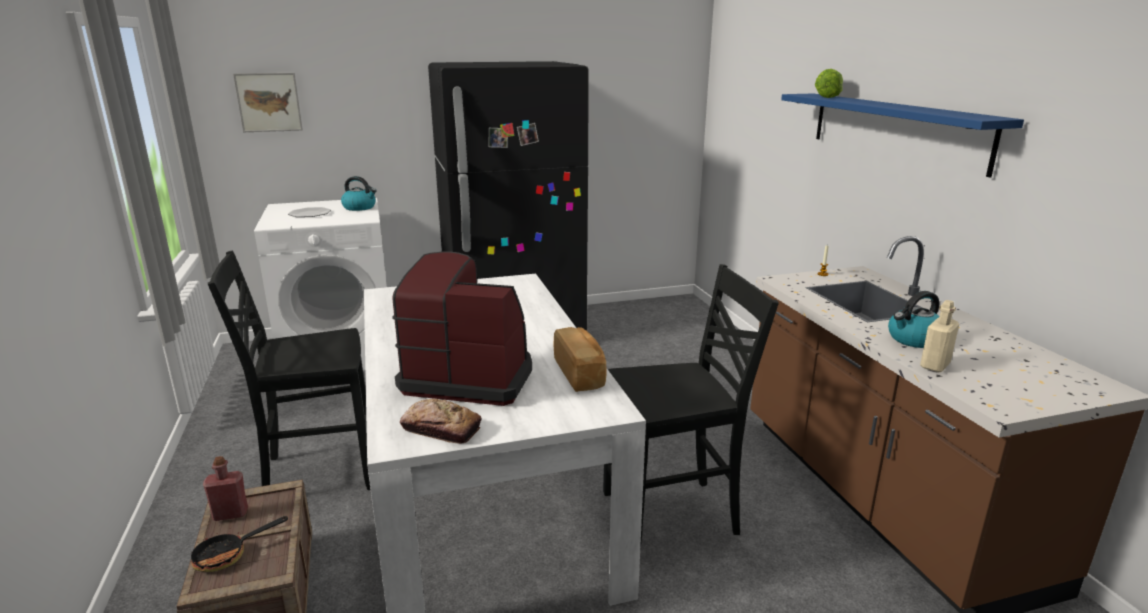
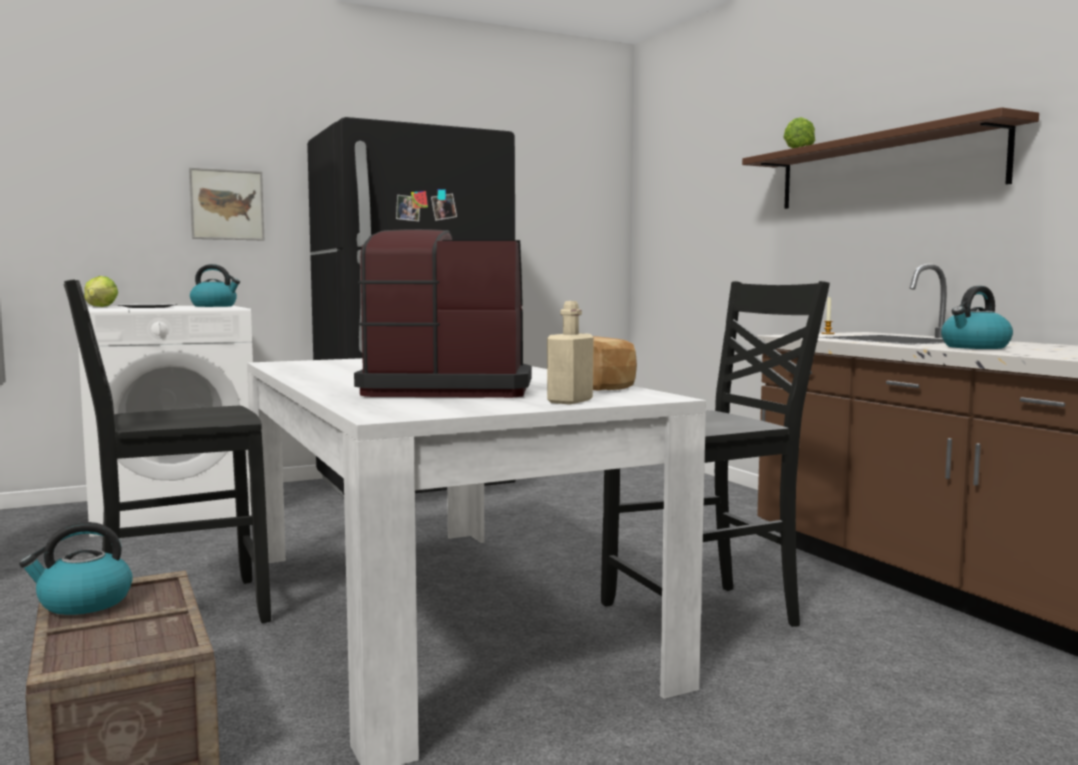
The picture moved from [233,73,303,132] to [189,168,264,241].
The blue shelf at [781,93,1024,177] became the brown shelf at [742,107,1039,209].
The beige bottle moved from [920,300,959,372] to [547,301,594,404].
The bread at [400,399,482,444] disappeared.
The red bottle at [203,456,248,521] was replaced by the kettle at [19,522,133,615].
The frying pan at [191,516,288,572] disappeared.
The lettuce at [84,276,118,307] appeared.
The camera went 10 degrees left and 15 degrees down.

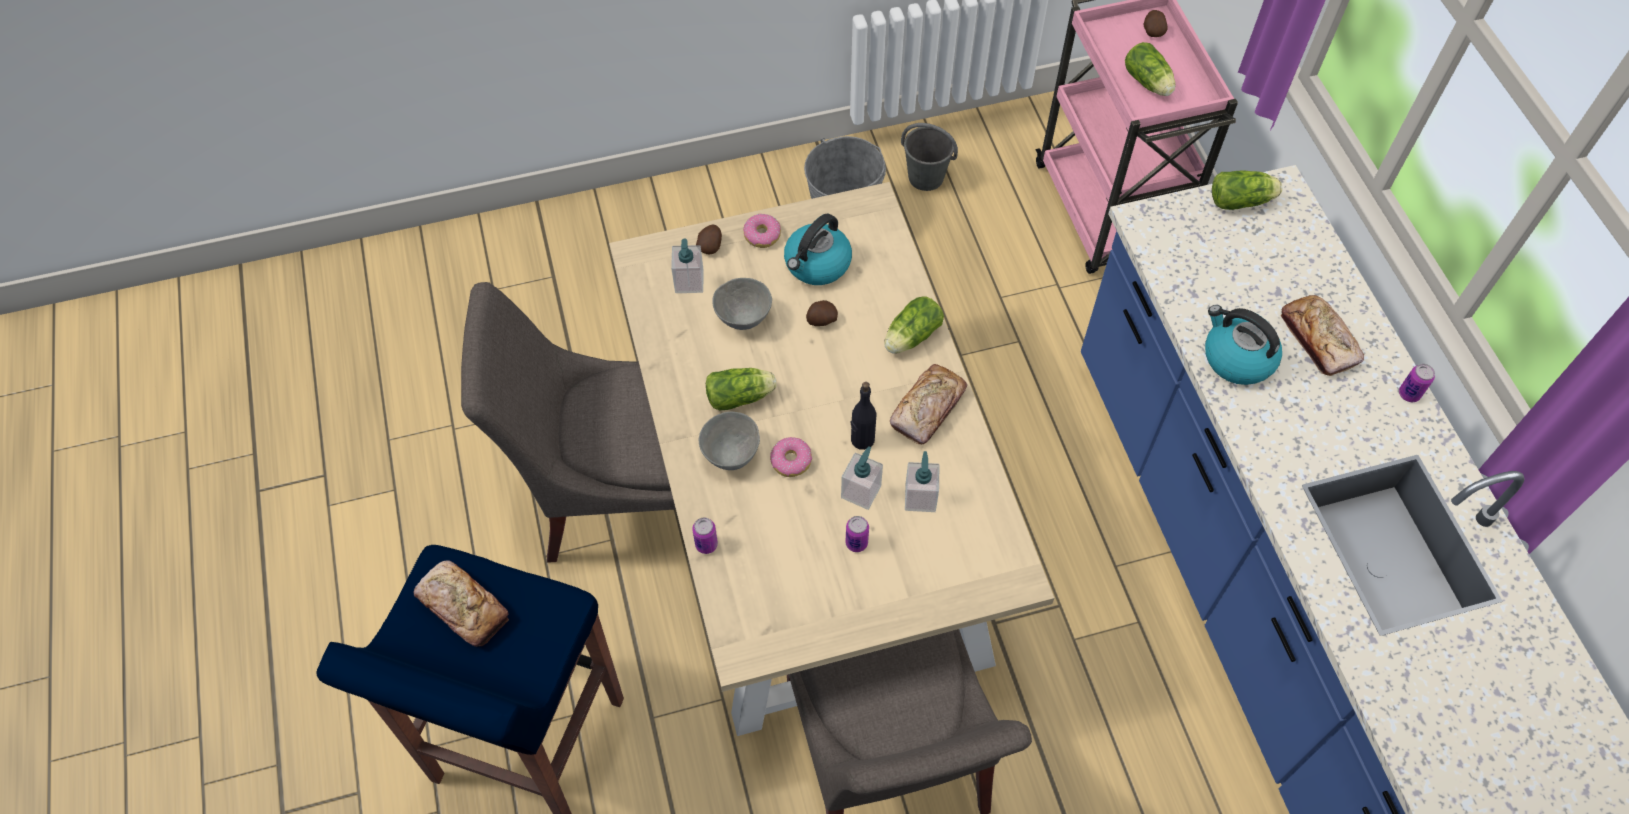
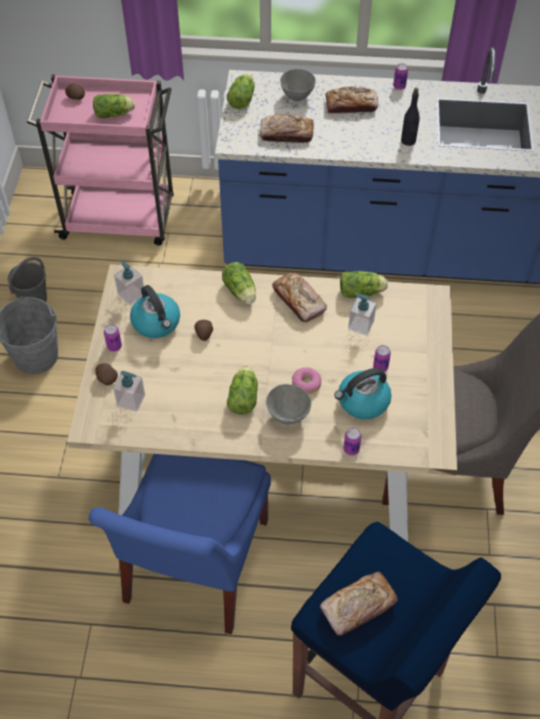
The donut at [743,214,781,248] was replaced by the can at [104,324,122,352].
The grey bowl moved from [712,278,772,330] to [280,69,316,101].
The grey chair at [461,282,676,563] became the blue chair at [88,454,271,634].
The kettle moved from [1205,305,1282,385] to [334,368,391,419].
The black bottle moved from [851,382,877,450] to [401,88,420,146].
The soap dispenser moved from [841,446,883,510] to [114,259,144,305].
The bread at [260,114,314,143] appeared.
The lettuce at [340,271,388,298] appeared.
The camera went 70 degrees left and 5 degrees down.

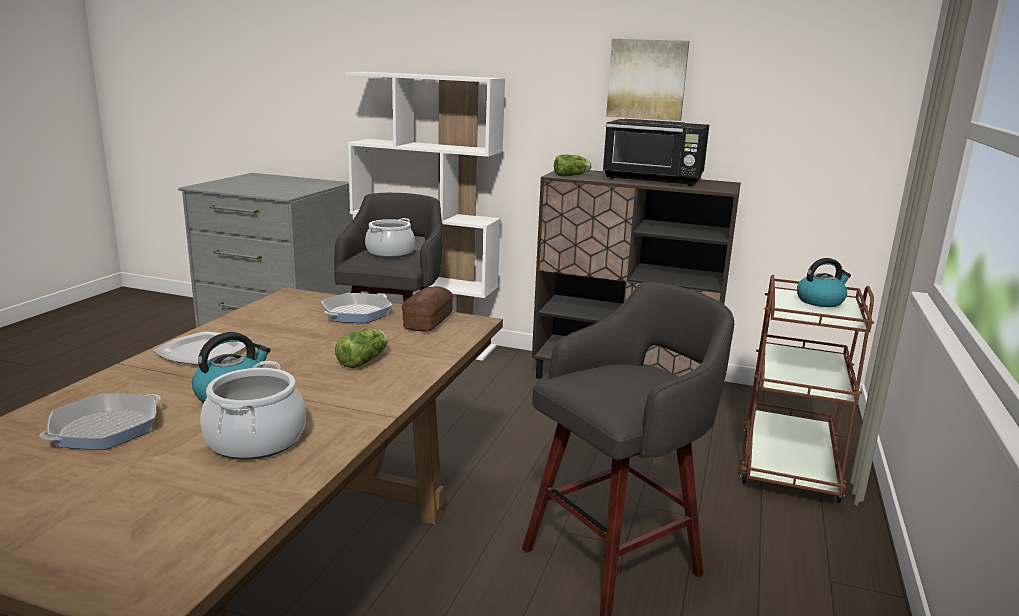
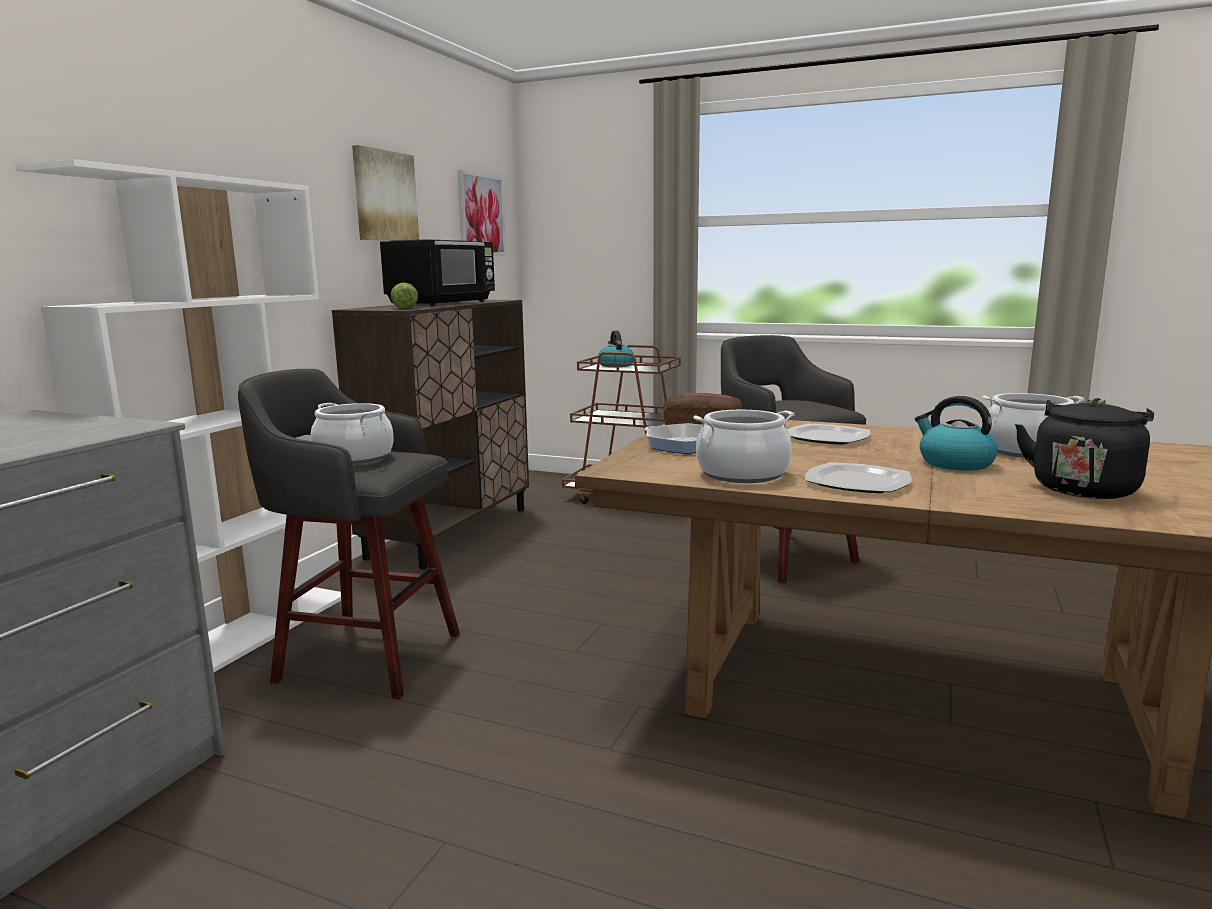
The lettuce at [335,329,388,368] was replaced by the plate at [787,424,870,445].
The frying pan at [39,393,160,450] was replaced by the black kettle at [1015,398,1154,499].
The picture at [457,170,506,256] appeared.
The cooking pot at [693,410,794,483] appeared.
The camera went 85 degrees left and 5 degrees down.

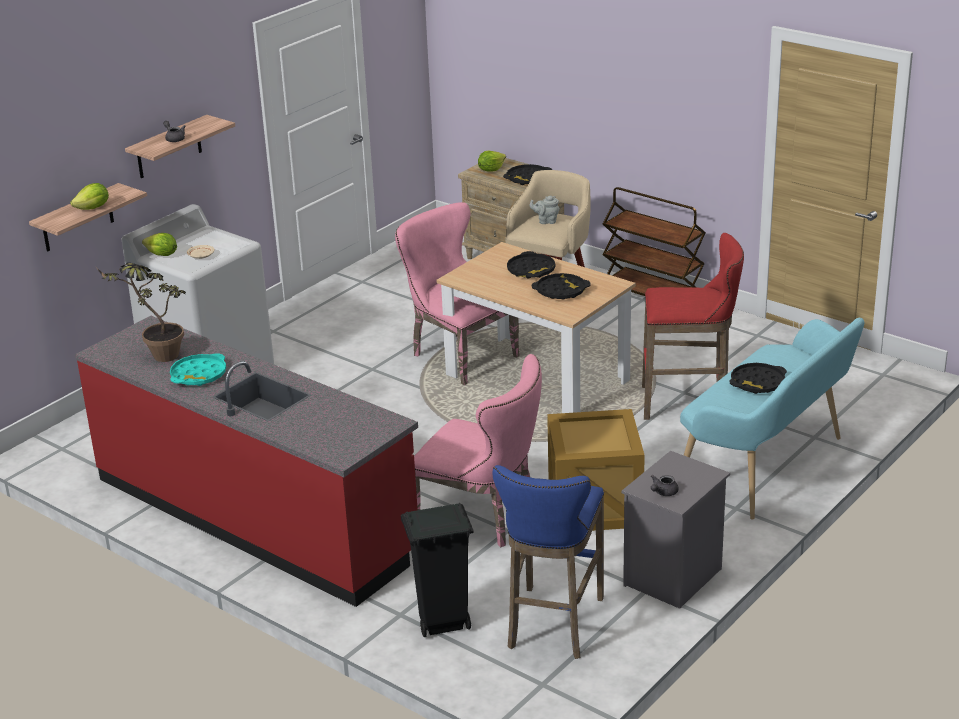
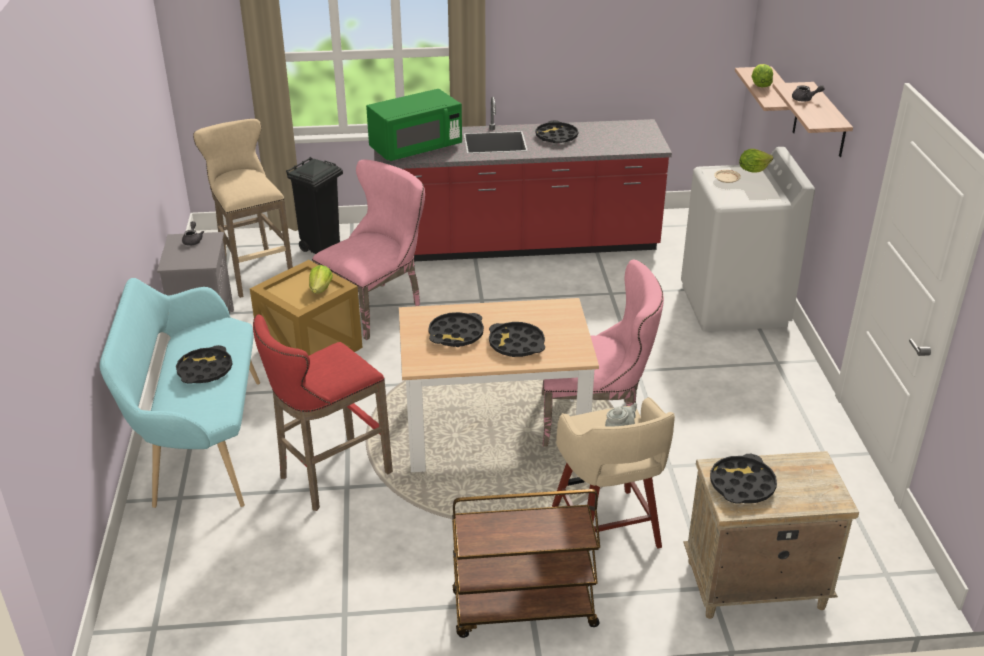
The lettuce moved from [478,151,506,172] to [309,265,333,294].
The potted plant at [96,263,186,362] disappeared.
The turquoise tray at [170,353,226,386] became the black tray at [535,120,578,143].
The pink chair at [414,354,542,547] turned 150 degrees clockwise.
The blue stool at [493,465,604,659] became the beige stool at [193,119,293,298].
The green microwave at [366,89,462,161] appeared.
The camera went 135 degrees right and 5 degrees up.

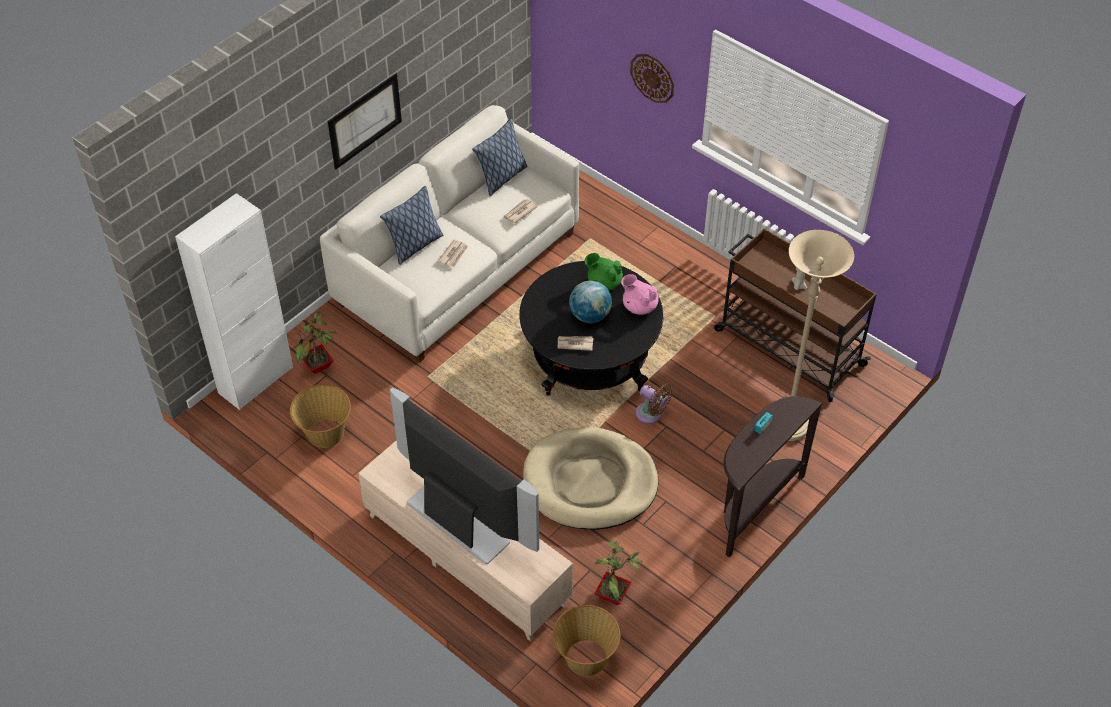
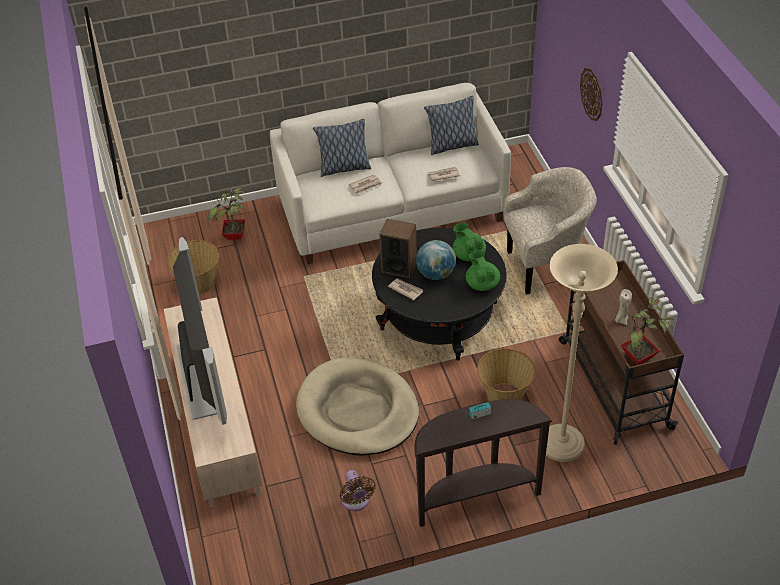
The picture at [328,73,402,169] disappeared.
The white cabinet at [175,193,293,410] disappeared.
The pink teapot at [621,274,659,315] became the green teapot at [466,250,500,291].
The brown fan moved from [636,383,673,424] to [339,470,376,511].
The potted plant moved from [594,539,643,605] to [621,297,674,365].
The basket moved from [553,605,621,676] to [477,348,535,401].
The beige armchair at [503,167,597,295] appeared.
The speaker at [379,219,417,278] appeared.
The camera went 35 degrees right and 5 degrees down.

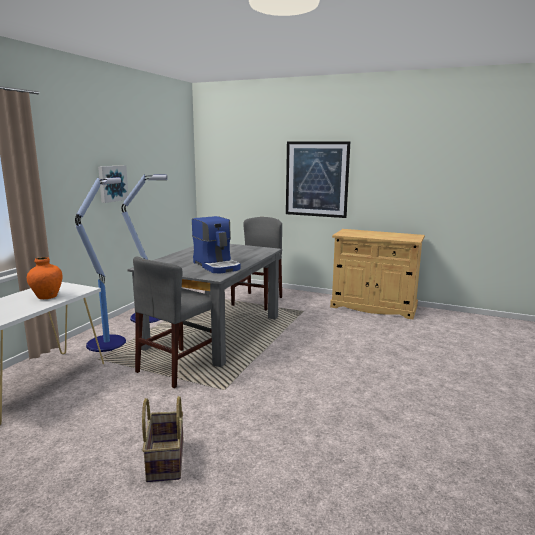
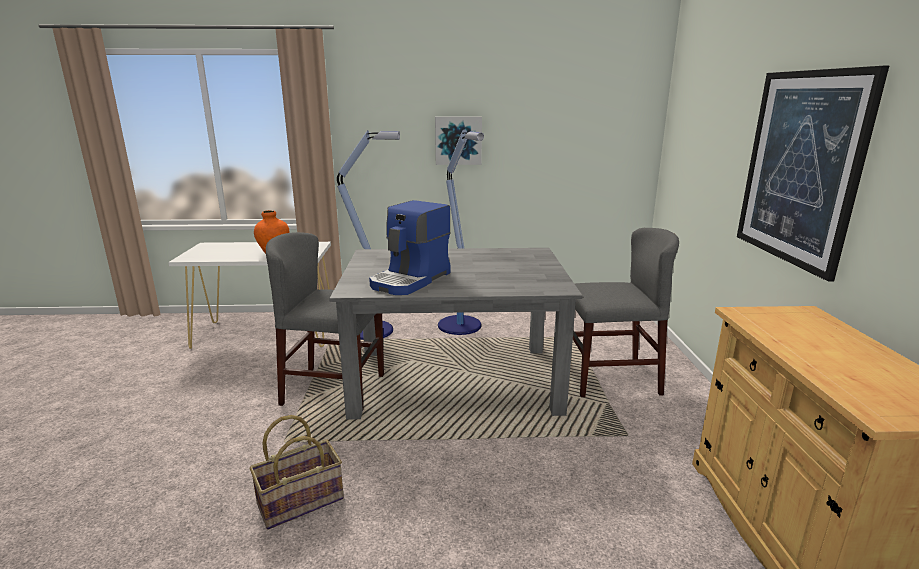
The basket moved from [142,396,184,482] to [250,415,344,530].
The camera went 65 degrees right and 5 degrees up.

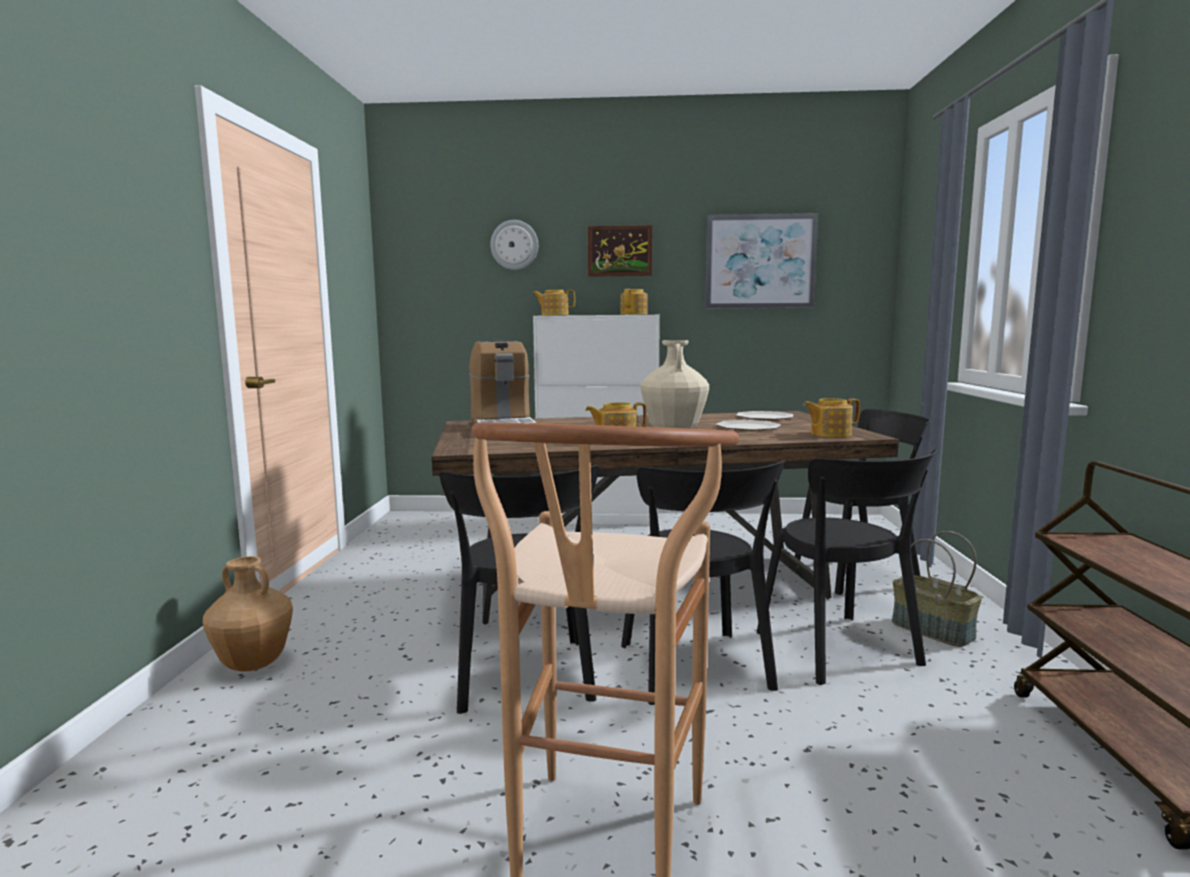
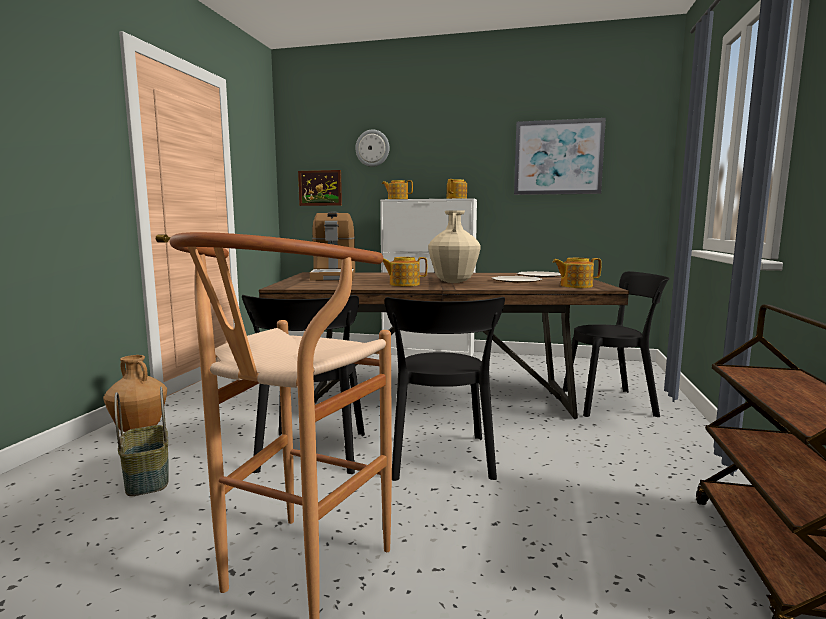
The picture moved from [588,225,652,277] to [298,170,342,206].
The black chair at [757,449,937,685] disappeared.
The basket moved from [892,531,982,647] to [114,386,169,496].
The camera went 10 degrees right and 0 degrees up.

